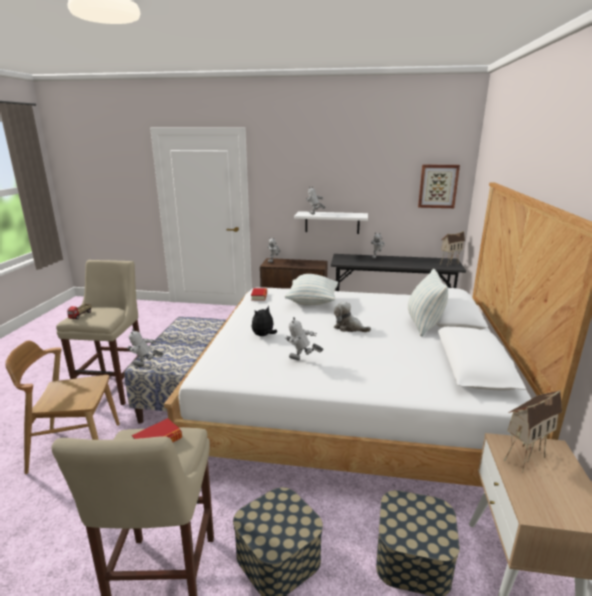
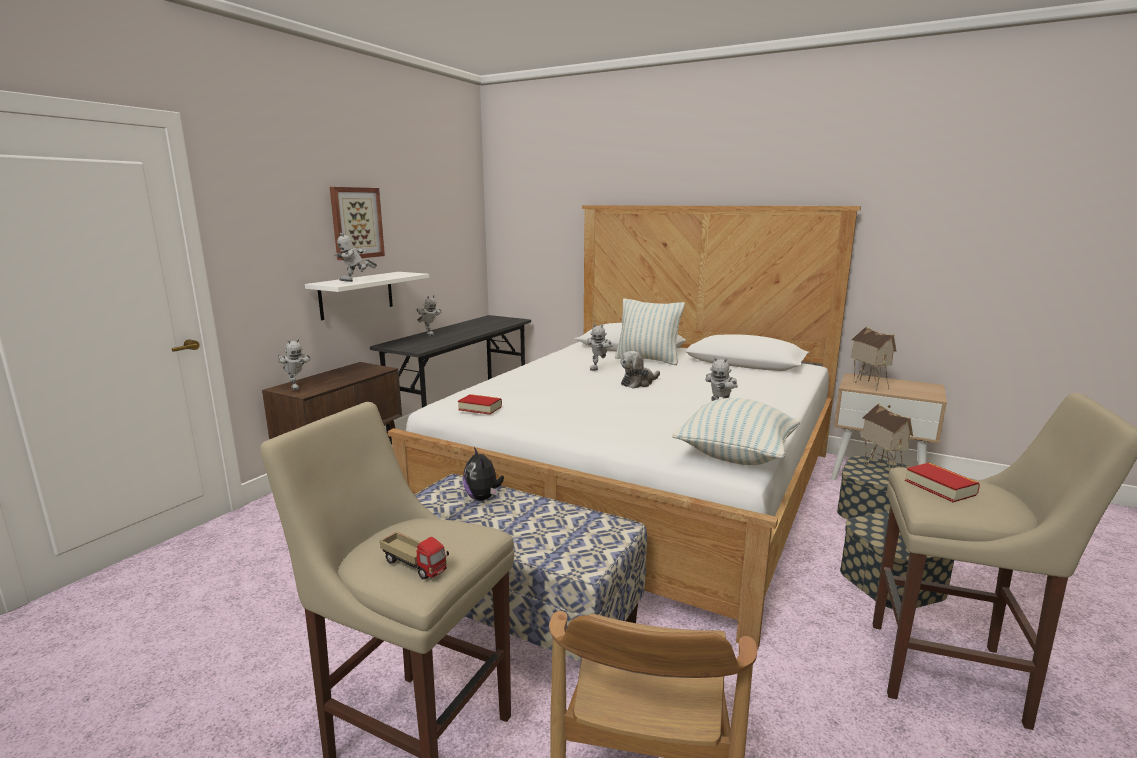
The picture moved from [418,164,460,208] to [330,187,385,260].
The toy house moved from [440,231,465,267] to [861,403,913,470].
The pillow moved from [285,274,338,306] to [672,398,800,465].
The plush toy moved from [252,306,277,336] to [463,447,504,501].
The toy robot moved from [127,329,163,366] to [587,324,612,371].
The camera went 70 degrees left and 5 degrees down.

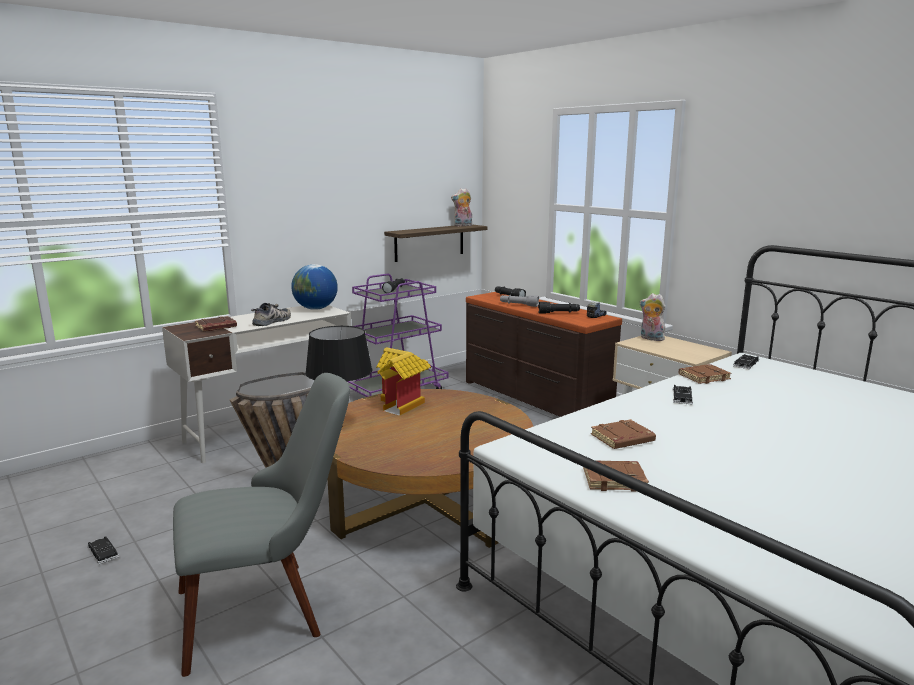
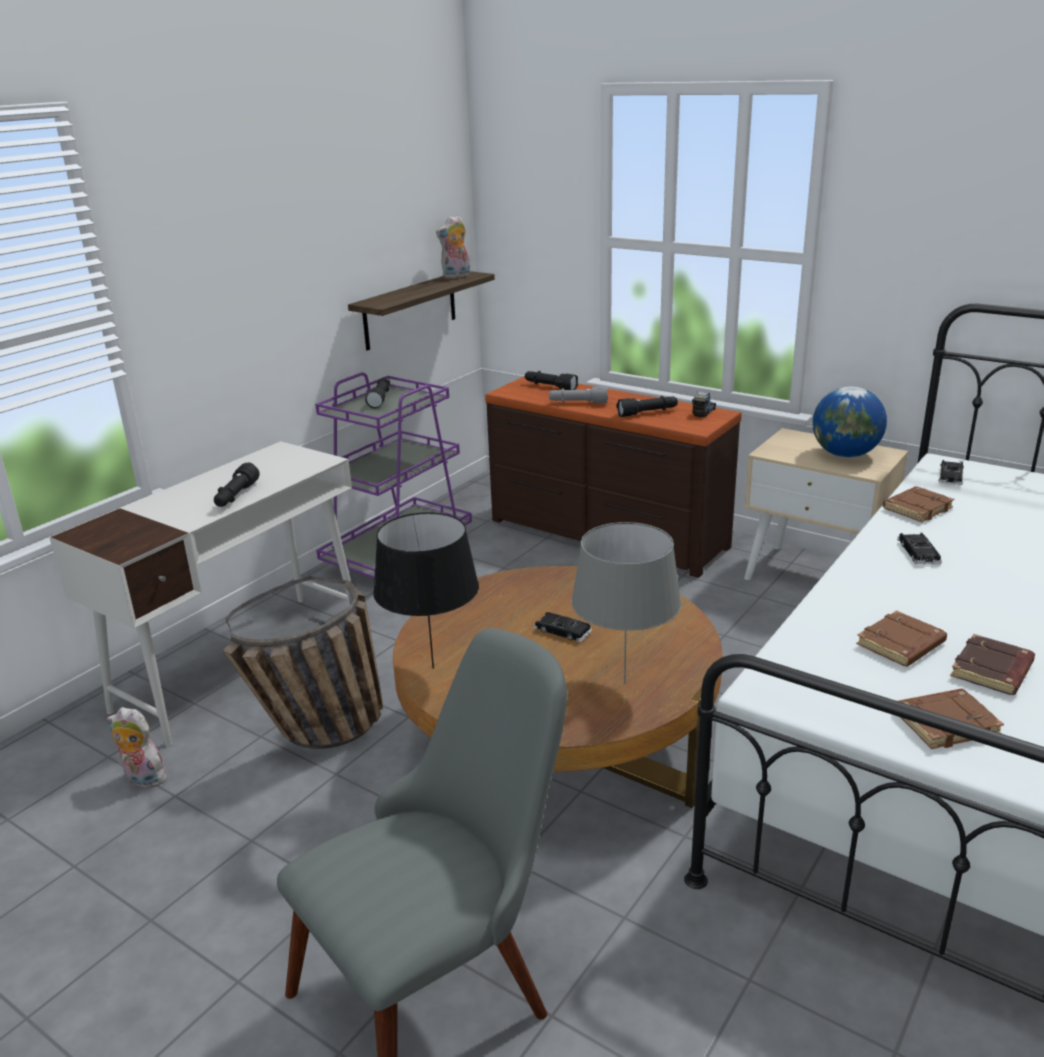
The globe moved from [291,264,338,310] to [812,387,887,458].
The plush toy moved from [640,293,665,341] to [107,707,168,788].
The shoe at [251,303,291,326] was replaced by the black flashlight at [214,463,260,507].
The brown book moved from [195,316,237,332] to [950,634,1035,695].
The toy house at [376,347,431,415] disappeared.
The black toy car moved from [87,536,119,564] to [534,612,592,642].
The grey table lamp at [571,522,681,684] appeared.
The camera went 15 degrees left and 10 degrees up.

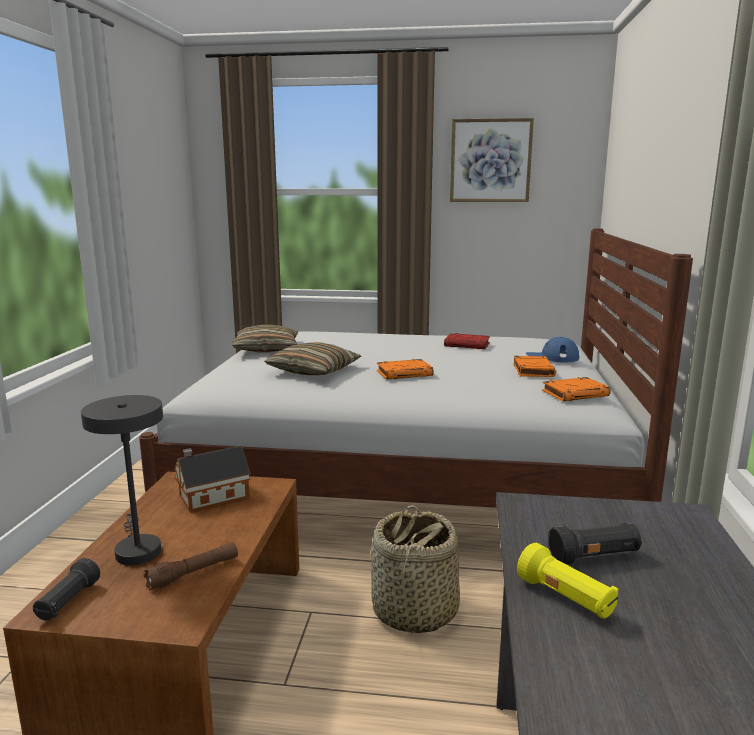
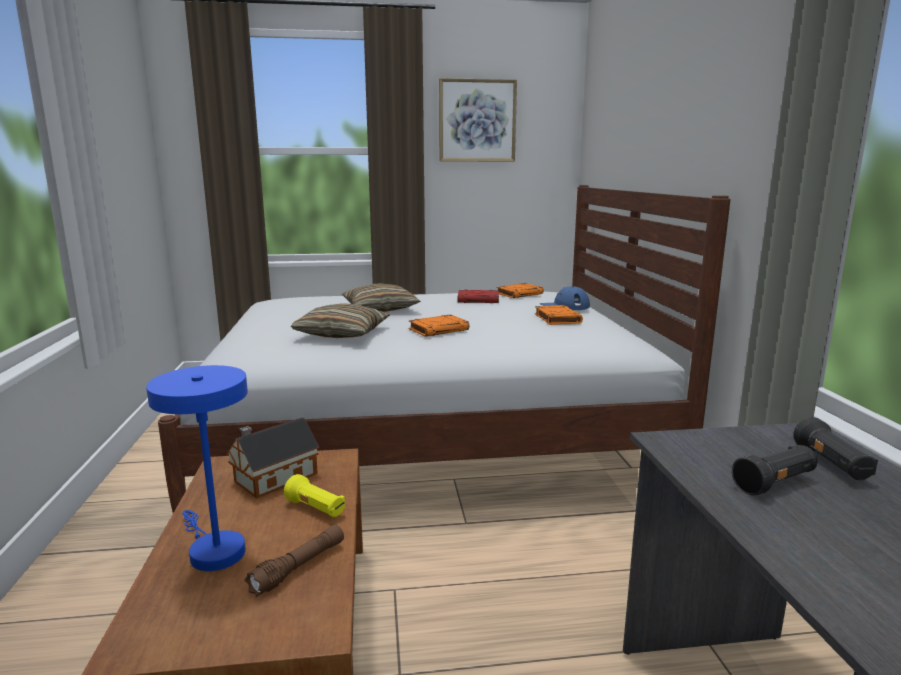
The pillow moved from [232,325,298,353] to [342,284,421,312].
The orange book moved from [542,377,611,401] to [496,283,544,298].
The grey table lamp at [81,395,163,565] became the blue table lamp at [146,365,248,571].
The basket at [371,505,460,634] disappeared.
The yellow flashlight moved from [517,543,618,619] to [284,474,345,517].
The black flashlight moved from [33,558,100,620] to [793,417,878,480].
The camera went 15 degrees left and 0 degrees up.

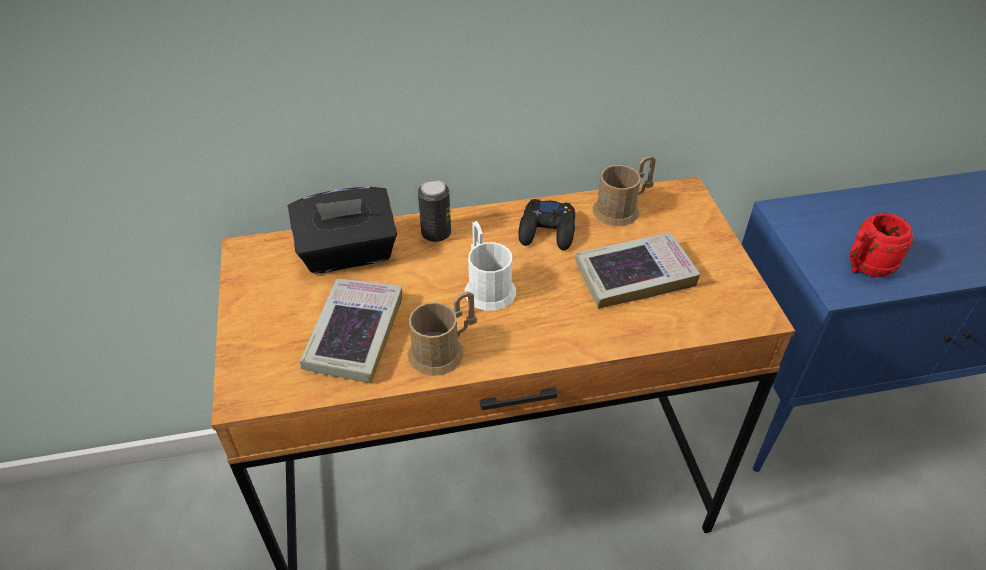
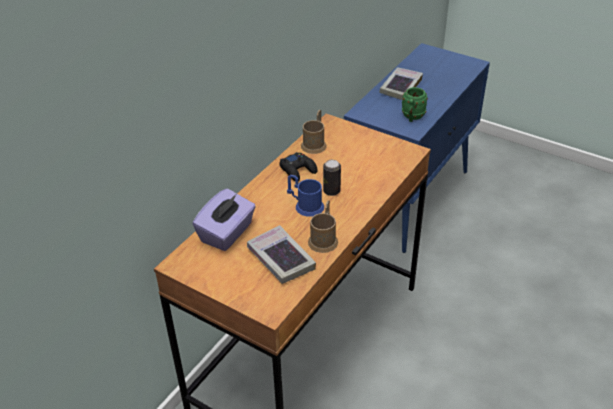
The can moved from [418,179,451,242] to [323,160,341,196].
The black tissue box at [287,187,397,274] became the purple tissue box at [193,188,256,251].
The red mug at [849,213,914,277] became the green mug at [402,87,428,122].
The white mug at [465,221,516,311] became the blue mug at [287,175,324,217].
The book moved from [575,233,700,309] to [379,67,423,100].
The camera went 45 degrees left and 5 degrees down.

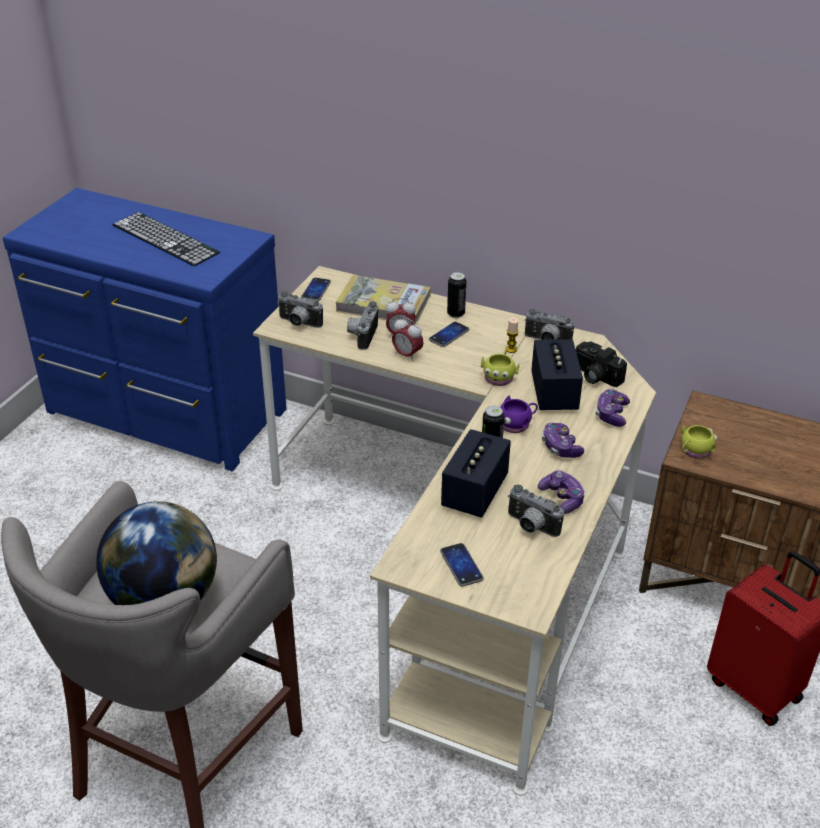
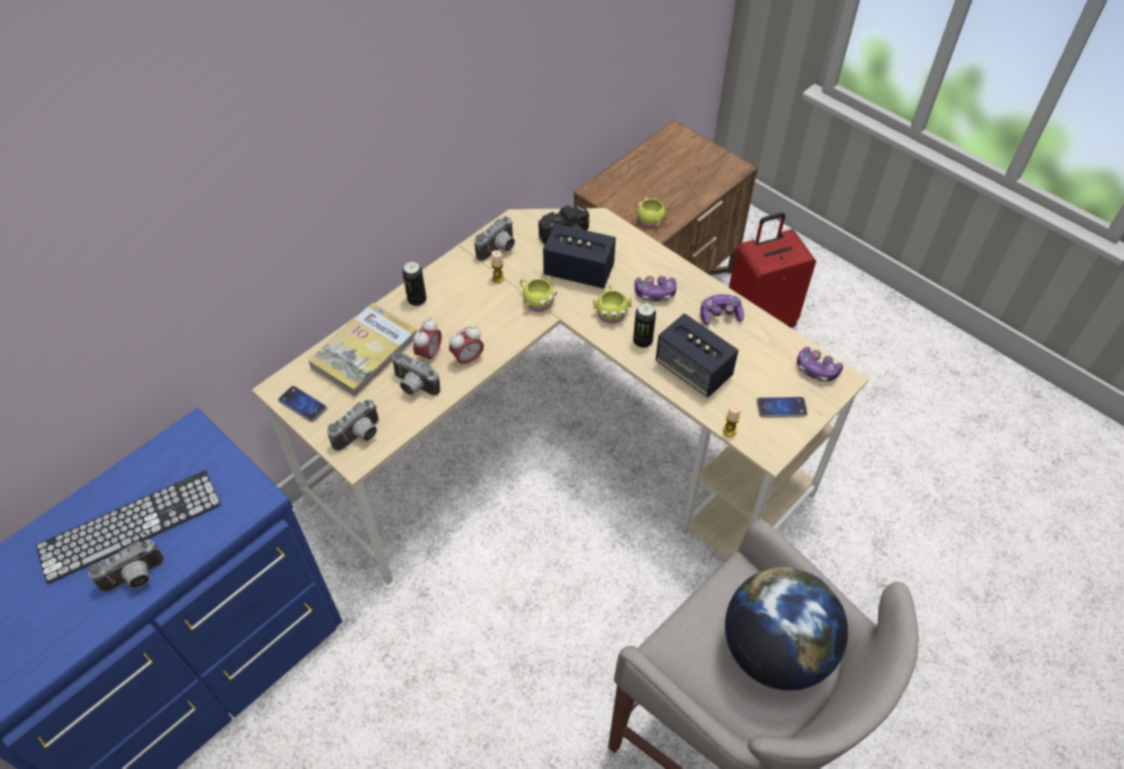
The phone at [429,322,469,347] disappeared.
The game controller moved from [596,389,630,427] to [797,347,843,382].
The purple mug at [500,396,538,433] became the yellow mug at [593,285,632,324].
The photo camera moved from [508,484,564,537] to [88,540,164,592].
The candle at [723,403,741,437] appeared.
The camera went 70 degrees left and 15 degrees up.

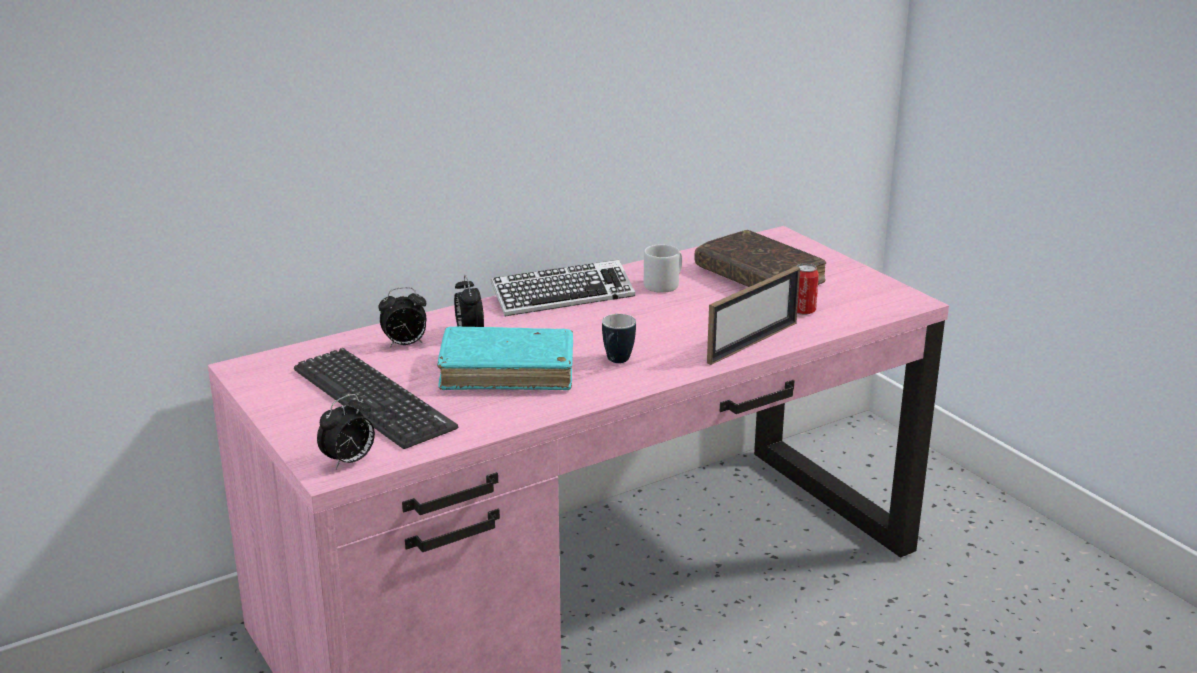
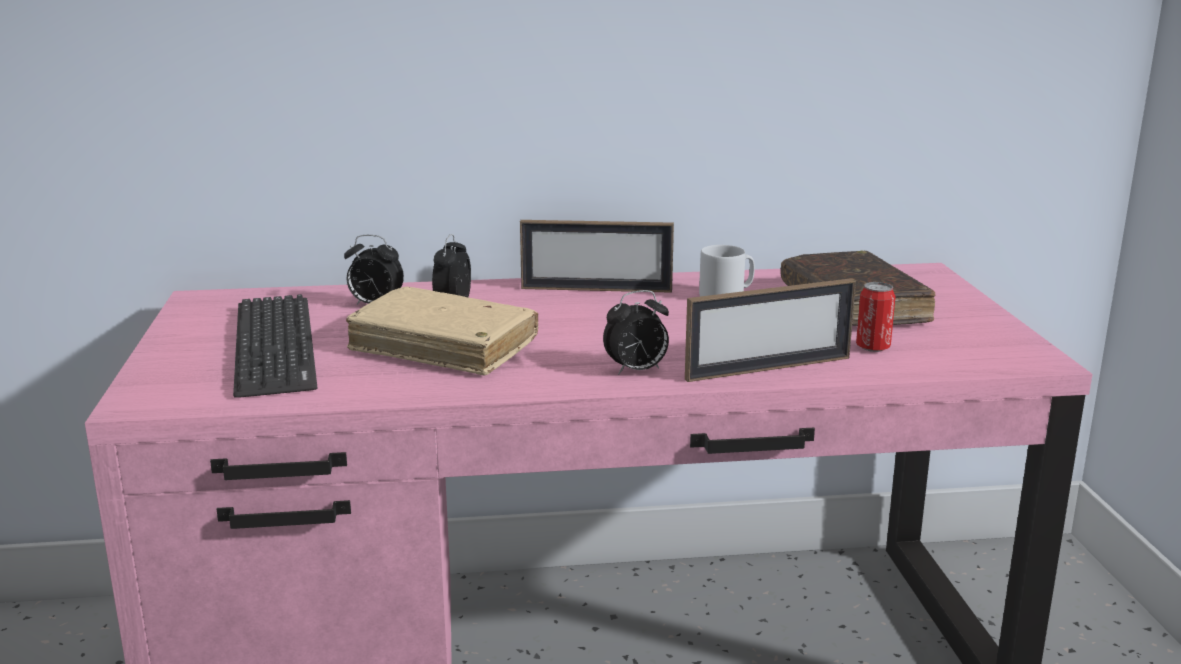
The keyboard at [491,260,635,316] was replaced by the picture frame at [520,220,674,293].
The mug at [602,314,636,363] disappeared.
The turquoise book at [437,327,573,390] became the beige book at [346,286,538,376].
The alarm clock moved from [317,394,375,469] to [603,290,669,375].
The camera went 25 degrees right and 5 degrees down.

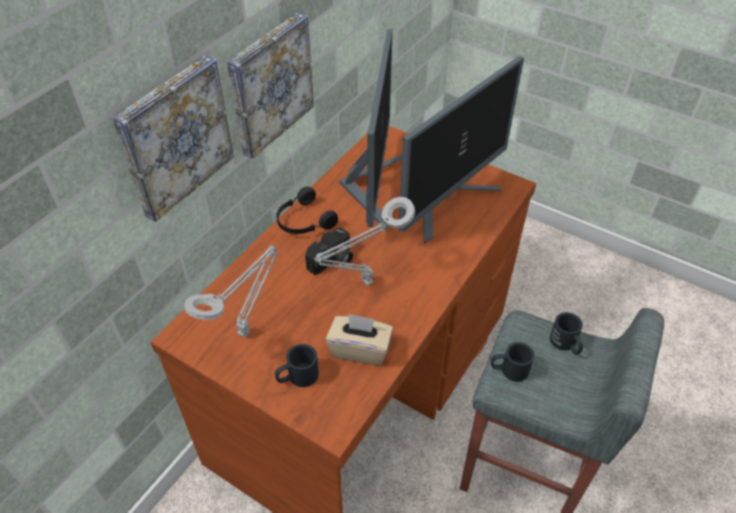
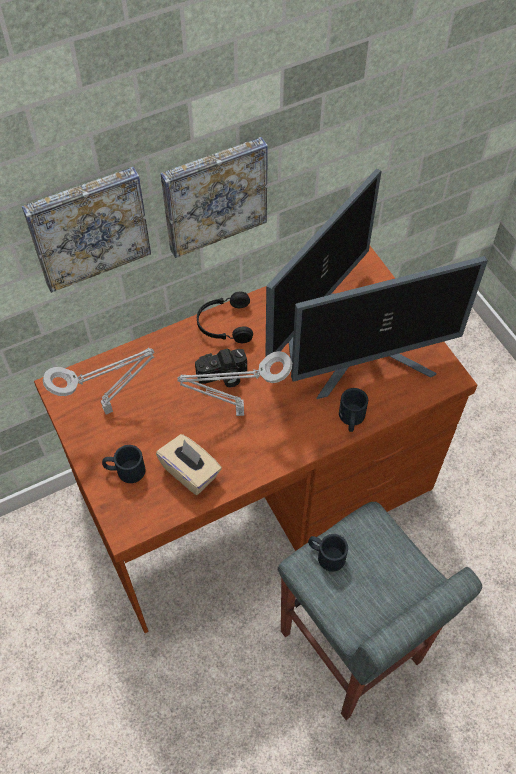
The black mug moved from [550,312,583,355] to [339,388,368,432].
The camera went 30 degrees right and 10 degrees up.

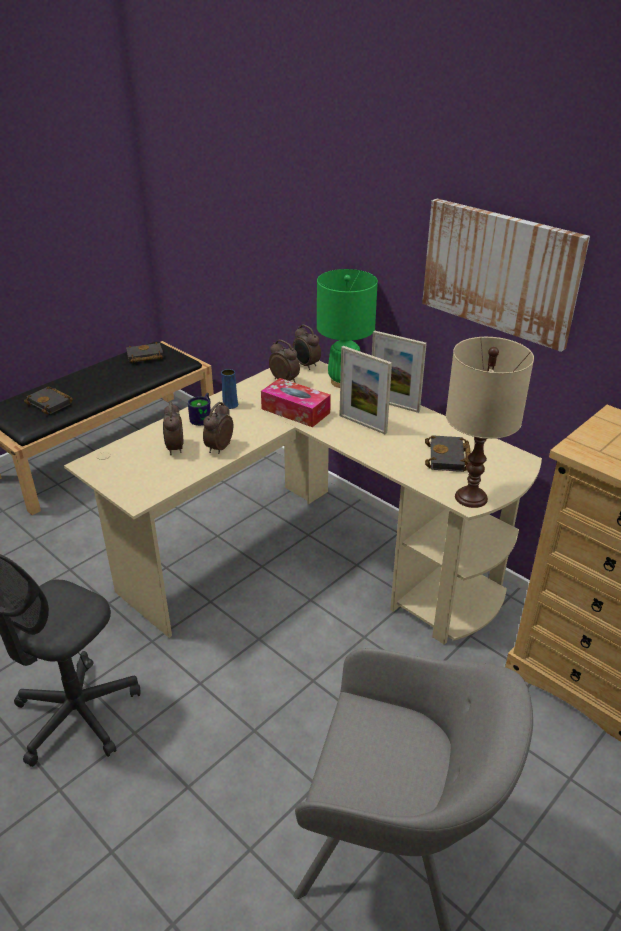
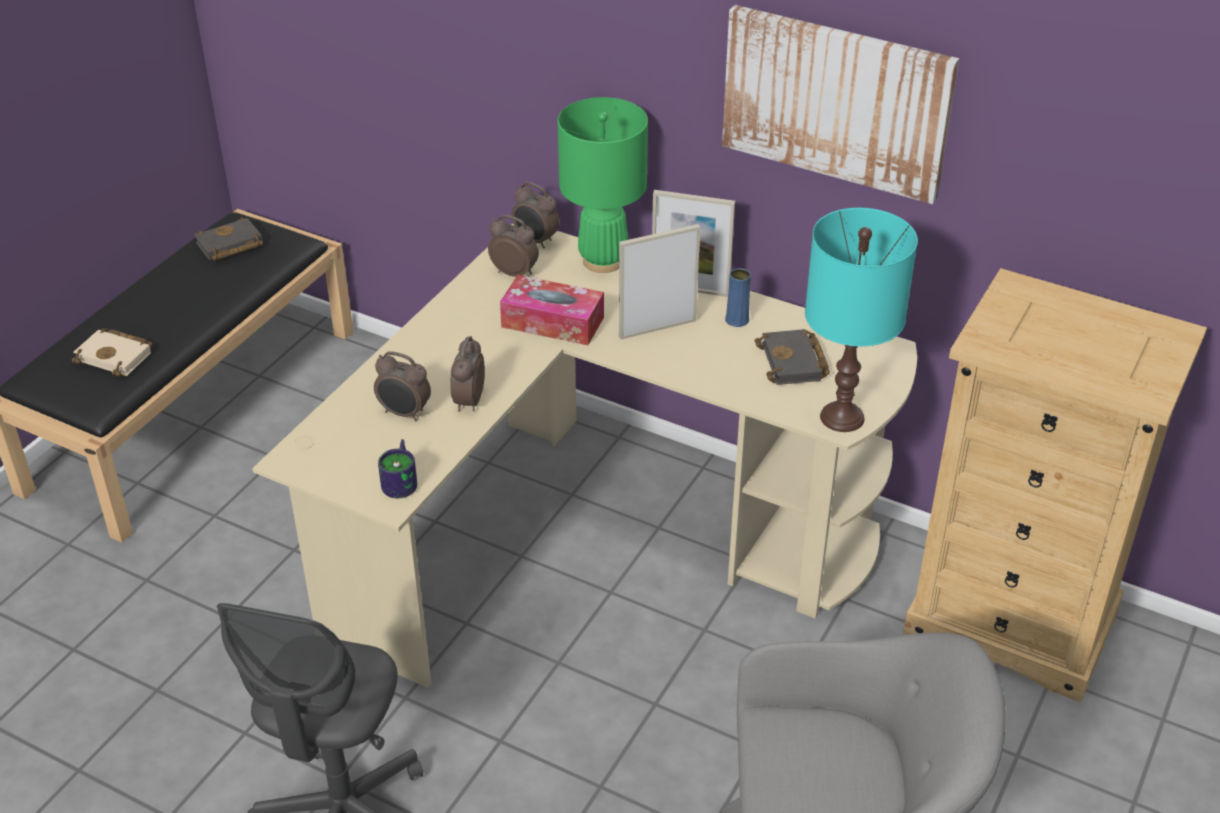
The beige table lamp at [446,337,534,508] became the turquoise table lamp at [805,208,918,432].
The picture frame at [339,346,392,434] turned 135 degrees clockwise.
The blue vase moved from [221,369,238,409] to [725,268,751,327].
The black book at [24,386,73,414] became the beige book at [72,328,153,377].
The mug moved from [188,393,211,426] to [378,439,417,498].
The alarm clock at [163,402,183,455] turned 45 degrees counterclockwise.
The camera went 15 degrees left and 5 degrees up.

